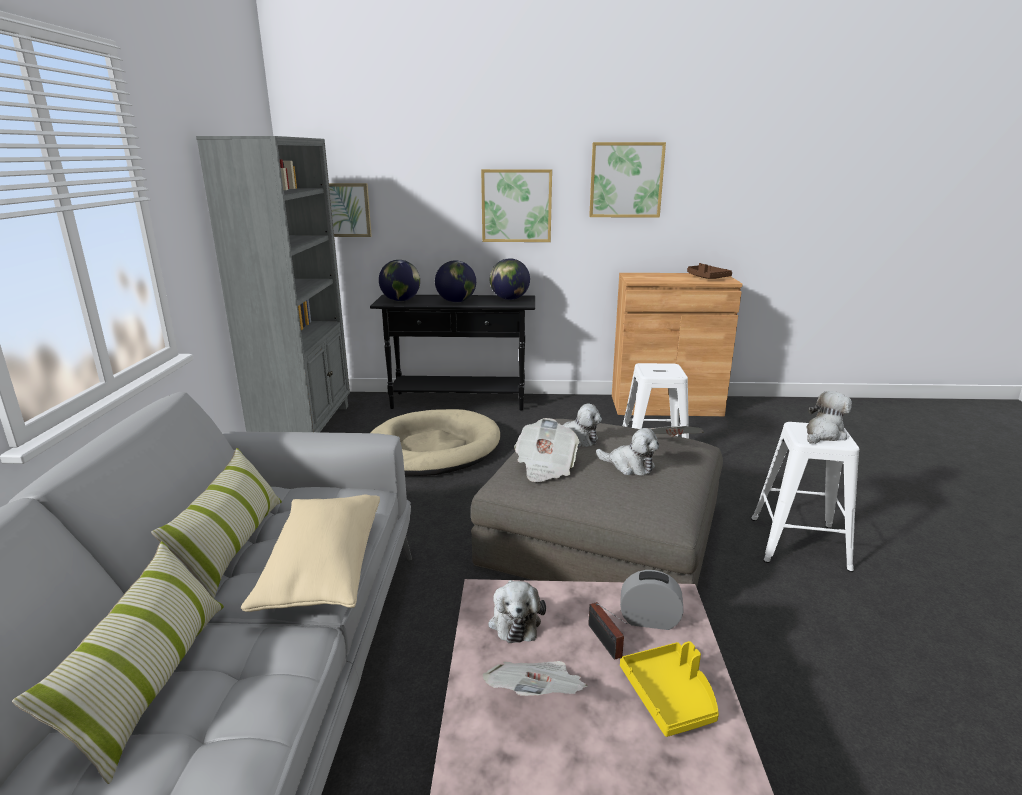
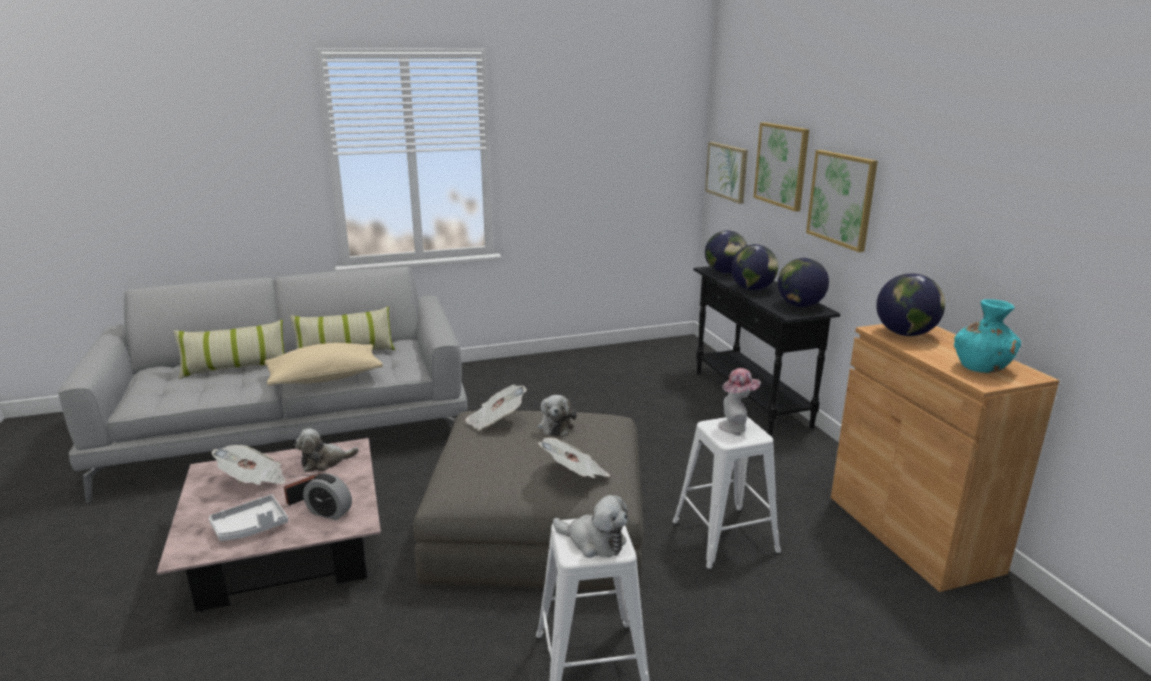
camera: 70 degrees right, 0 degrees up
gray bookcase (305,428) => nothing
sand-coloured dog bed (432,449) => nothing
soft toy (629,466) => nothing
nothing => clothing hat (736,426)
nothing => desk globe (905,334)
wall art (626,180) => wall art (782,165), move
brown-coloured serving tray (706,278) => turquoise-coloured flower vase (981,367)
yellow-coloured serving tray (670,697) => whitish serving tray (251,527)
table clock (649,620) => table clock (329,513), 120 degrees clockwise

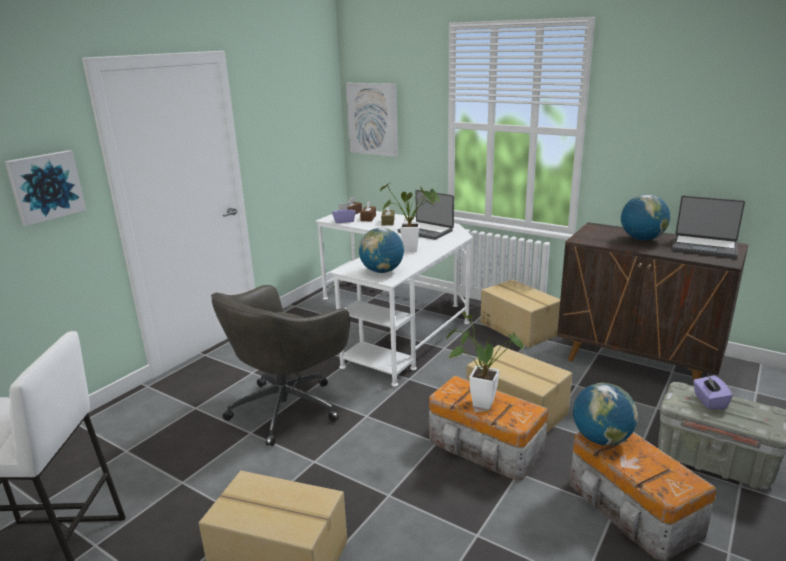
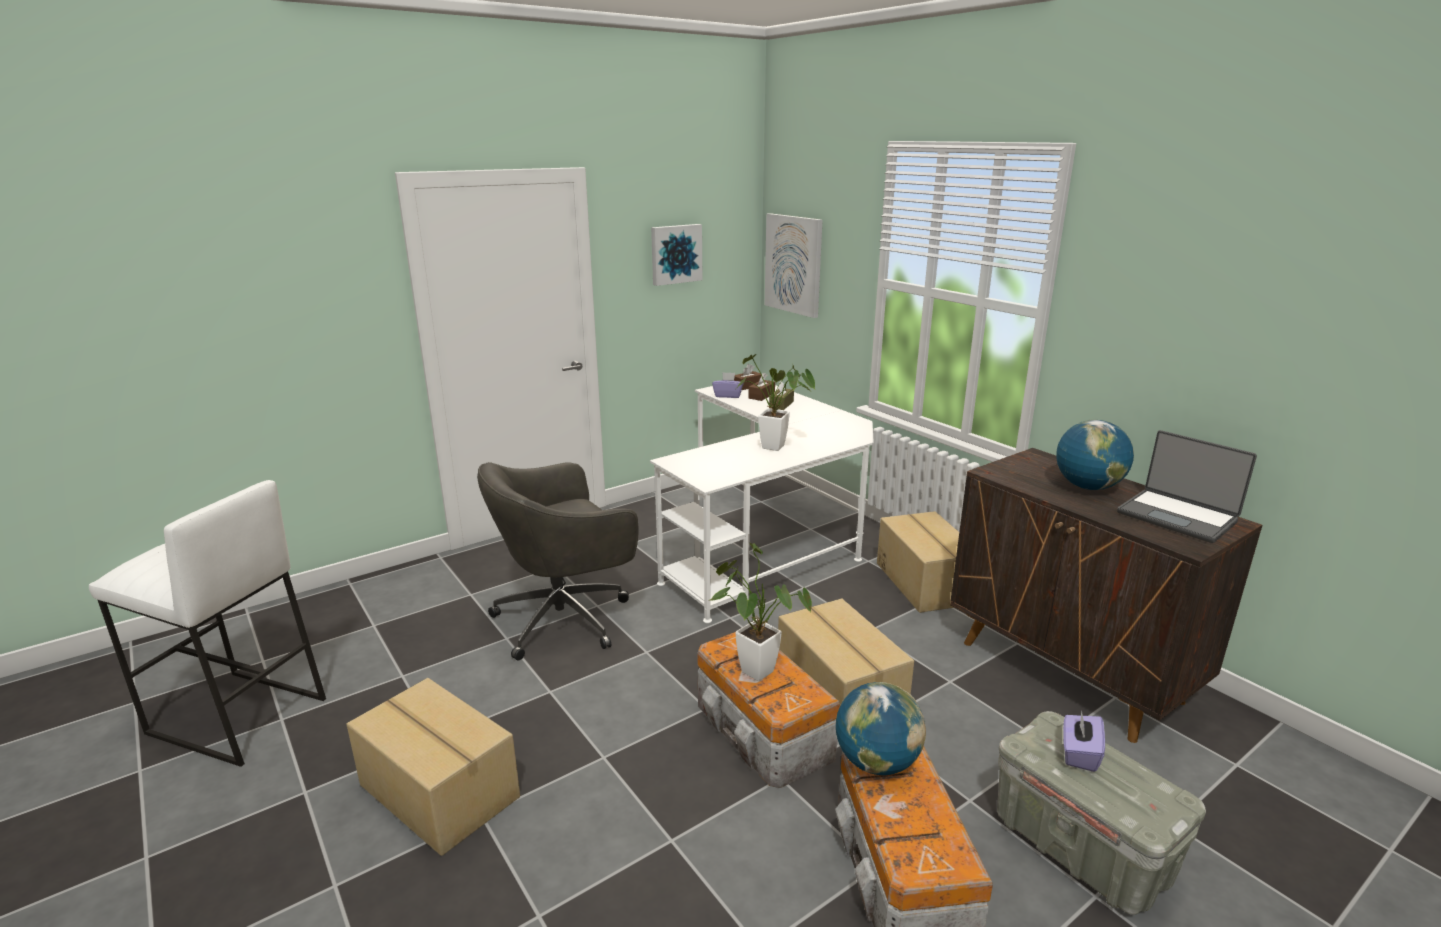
camera: 20 degrees right, 0 degrees up
desk globe (382,271) => nothing
portable computer (426,231) => nothing
wall art (45,186) => wall art (675,254), move

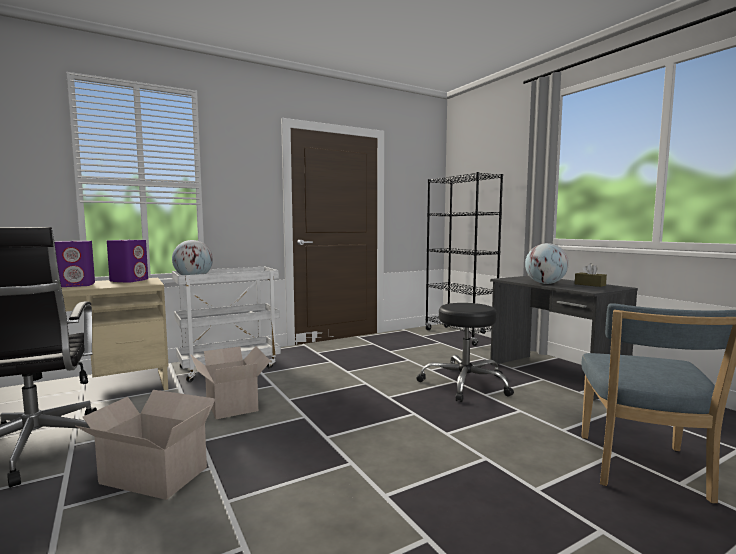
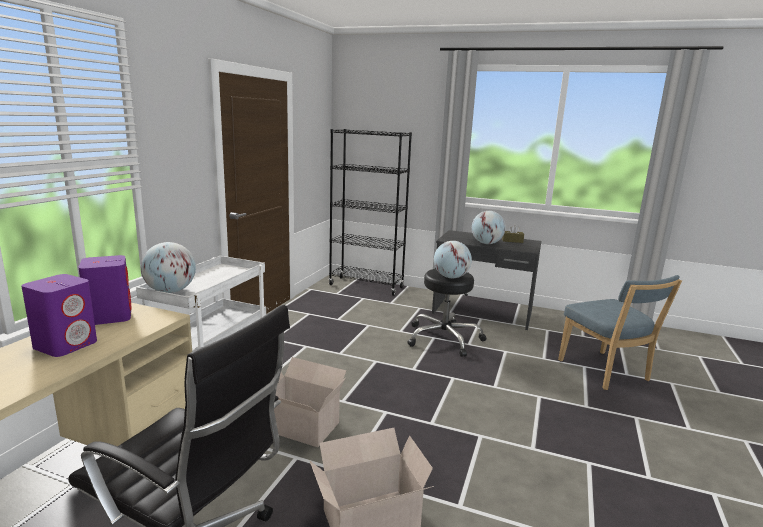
camera: 40 degrees left, 10 degrees up
nothing => desk globe (451,277)

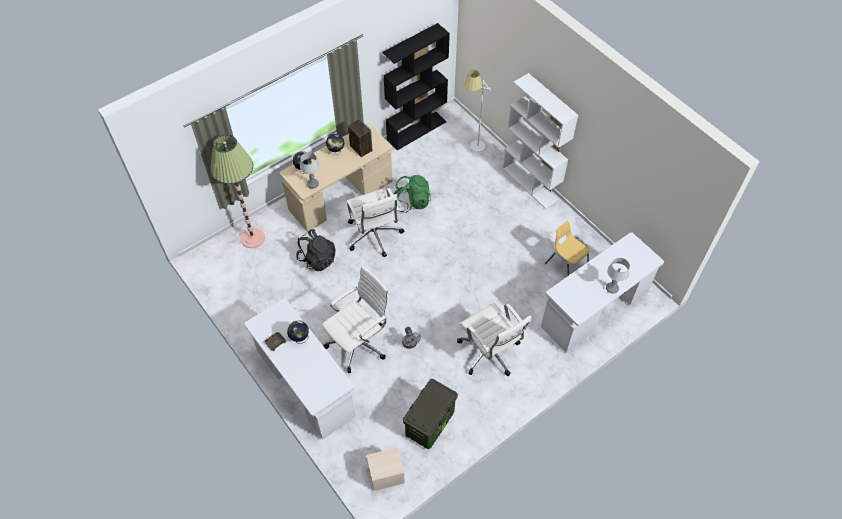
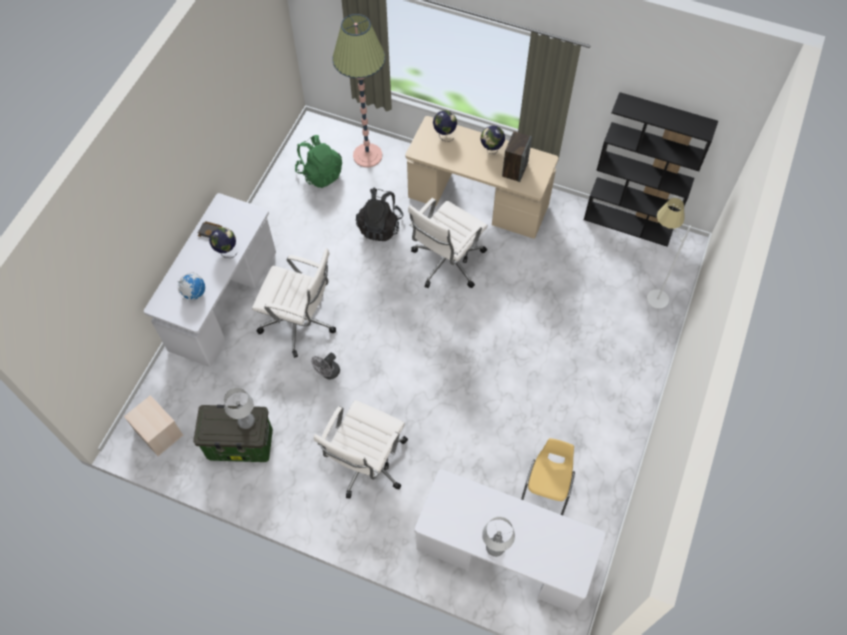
camera: 60 degrees right, 5 degrees up
whitish bookcase (530,184) => nothing
nothing => desk globe (194,293)
lamp for a table (313,184) => lamp for a table (246,421), move
greenish backpack (412,202) => greenish backpack (320,173), move

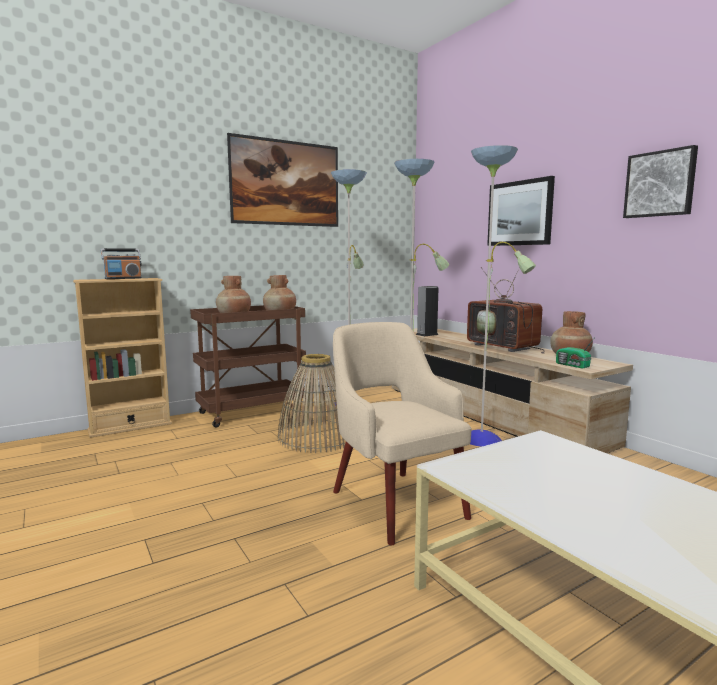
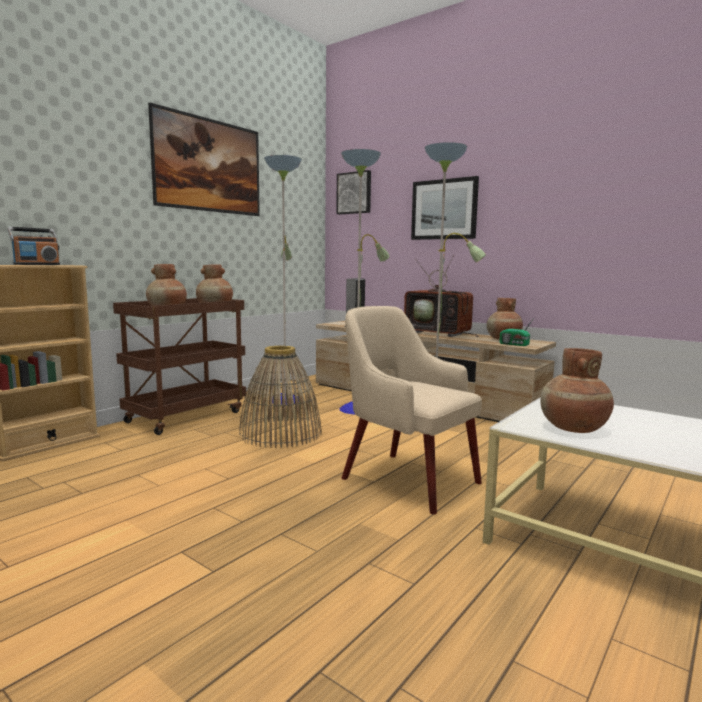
camera: 20 degrees left, 0 degrees up
nothing => brown-coloured flower vase (573,428)
wall art (660,184) => wall art (354,193), move

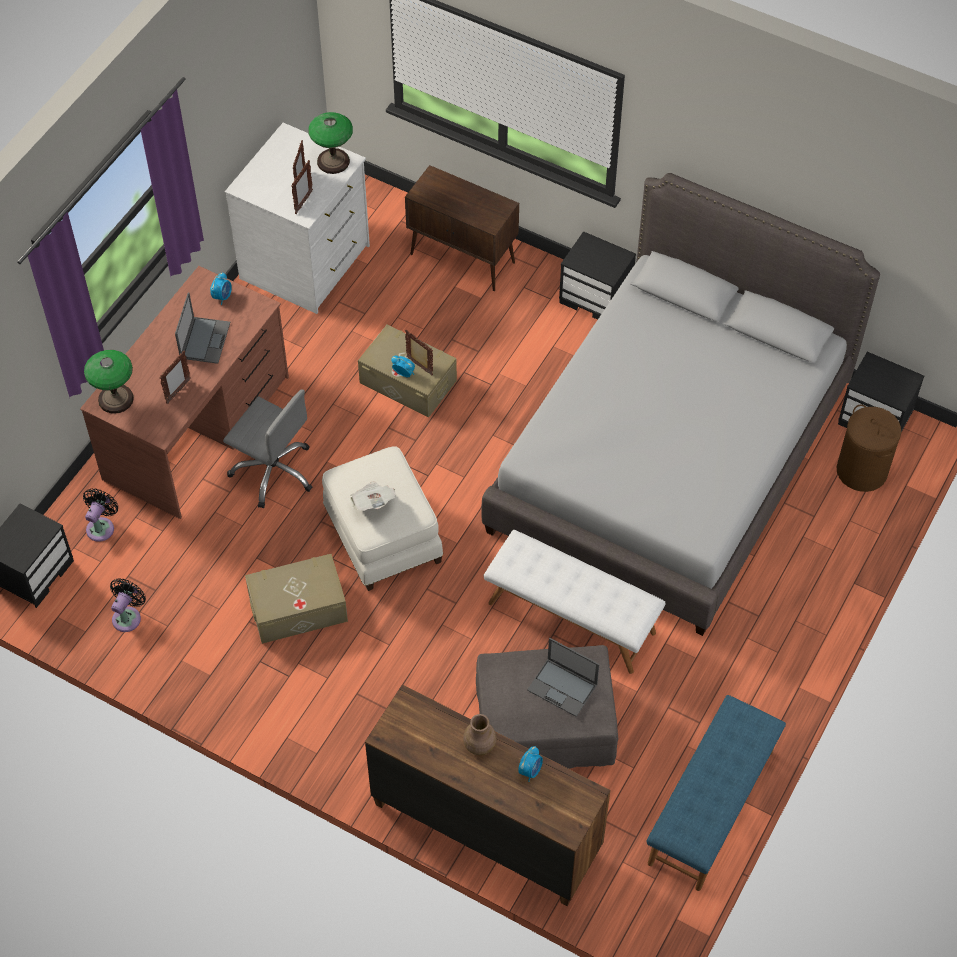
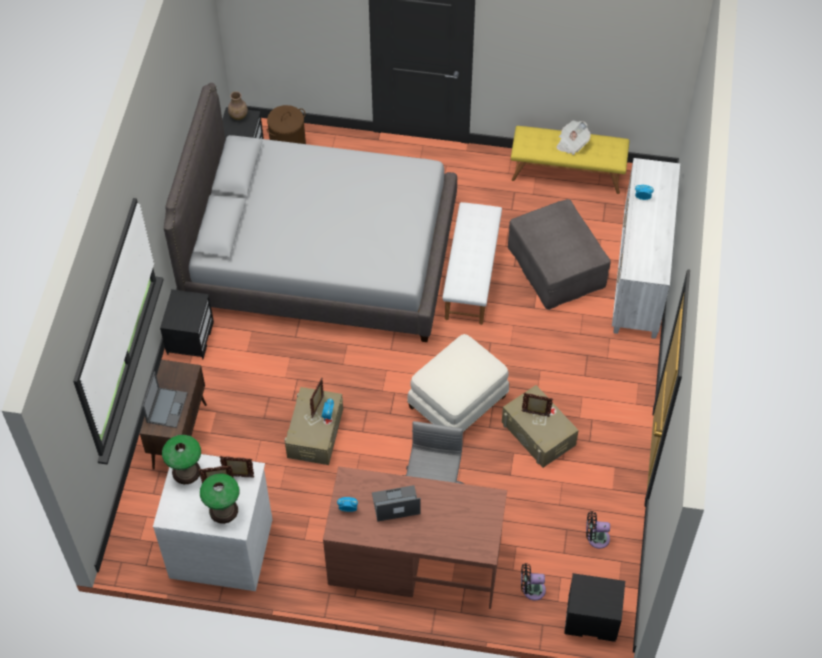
camera: 110 degrees left, 0 degrees up
lamp for a table (116,399) => lamp for a table (223,510), move
standing frame (178,392) => standing frame (536,414), move
newspaper (373,502) => newspaper (571,143), move
brown-coloured flower vase (479,746) => brown-coloured flower vase (239,116), move
portable computer (563,687) => portable computer (167,407), move
brown-coloured dresser (485,827) => whitish dresser (639,277)
blue-coloured indoor bench (712,807) => yellow-coloured indoor bench (567,172)

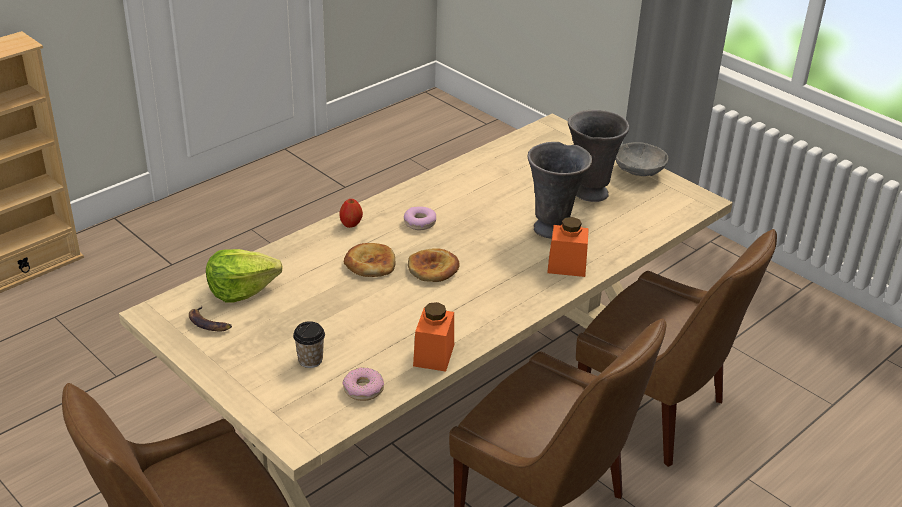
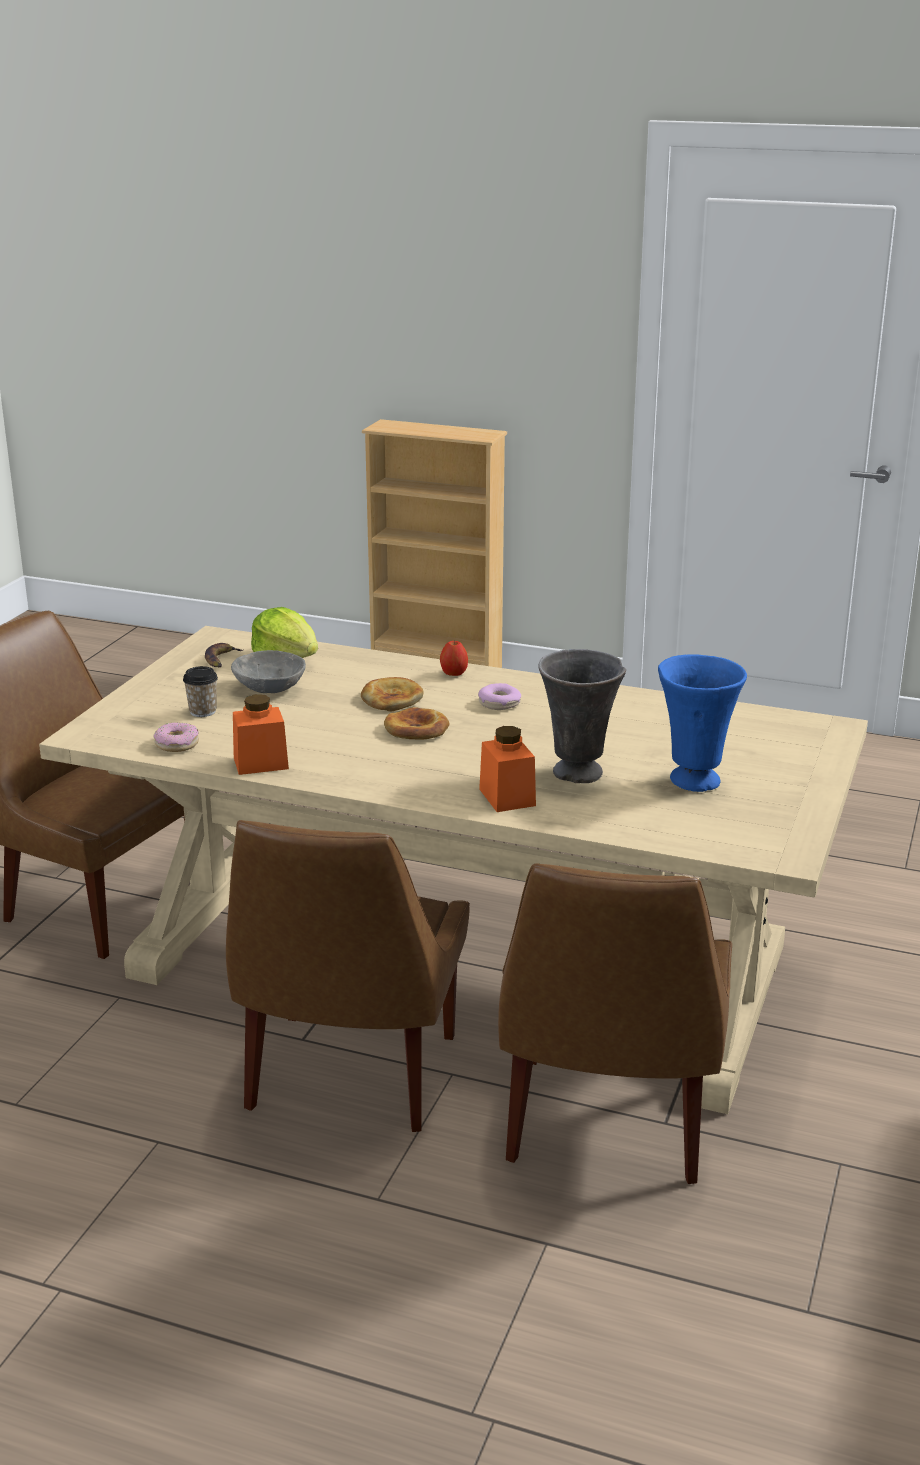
camera: 65 degrees right, 10 degrees down
gray serving bowl (638,173) => gray serving bowl (268,689), move
gray flower vase (589,193) => blue-coloured flower vase (693,780)

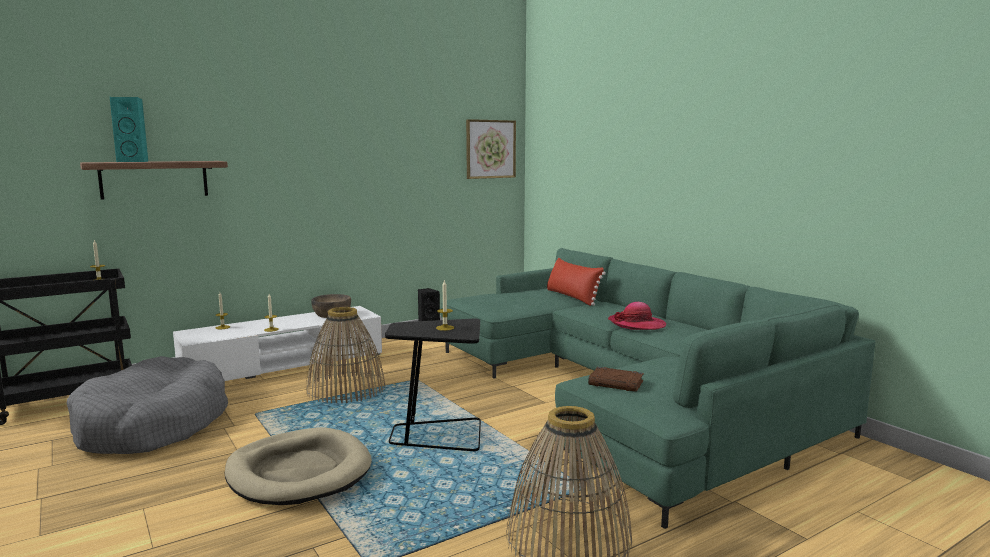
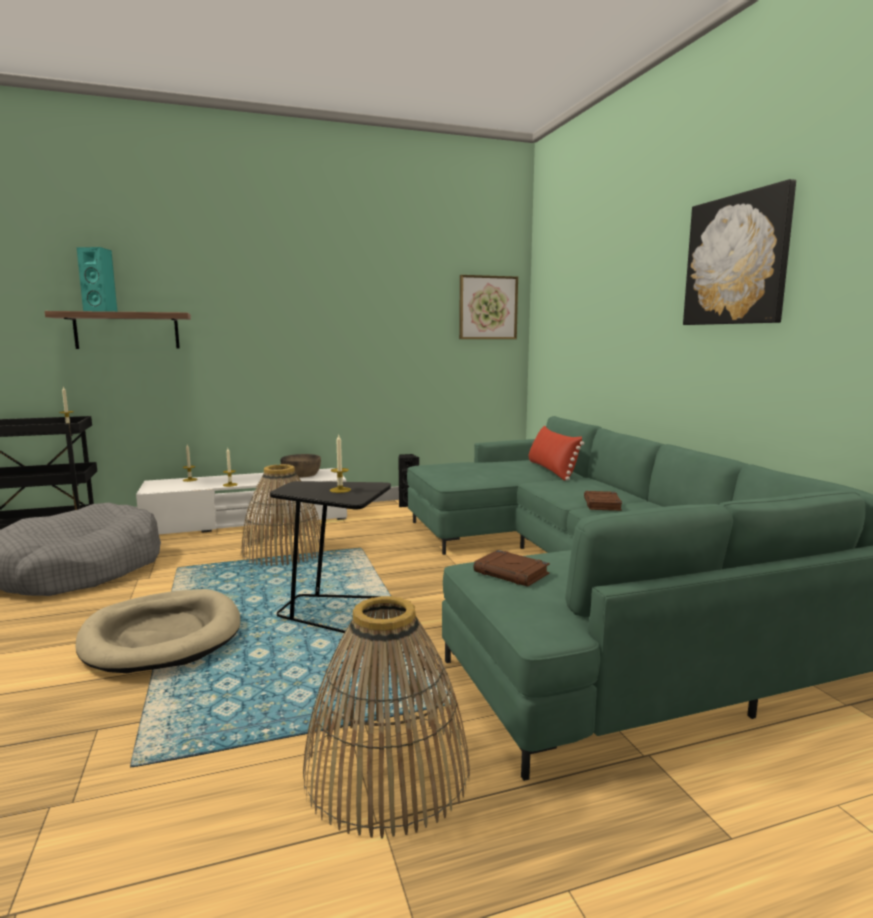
camera: 15 degrees right, 0 degrees up
nothing => wall art (736,260)
clothing hat (637,324) => brown-coloured book (602,504)

